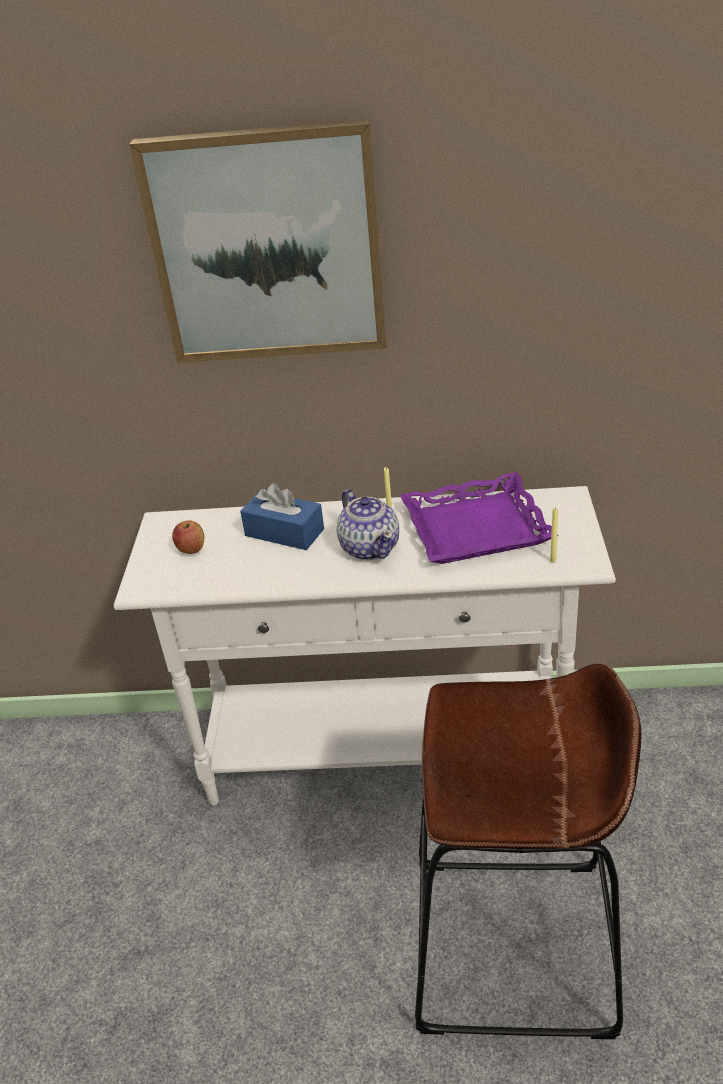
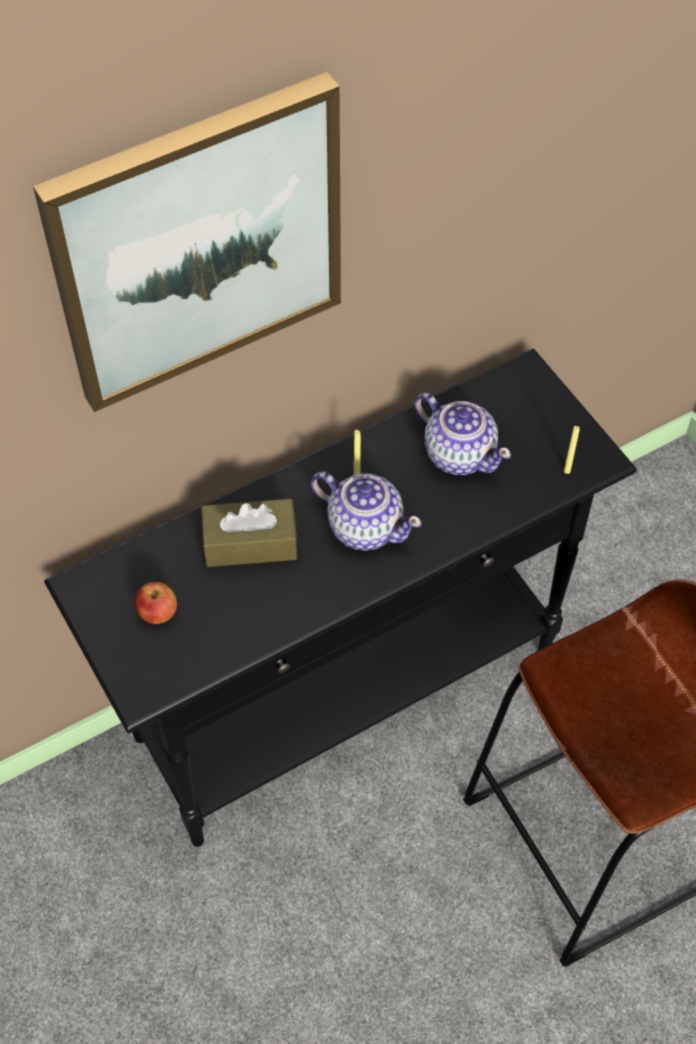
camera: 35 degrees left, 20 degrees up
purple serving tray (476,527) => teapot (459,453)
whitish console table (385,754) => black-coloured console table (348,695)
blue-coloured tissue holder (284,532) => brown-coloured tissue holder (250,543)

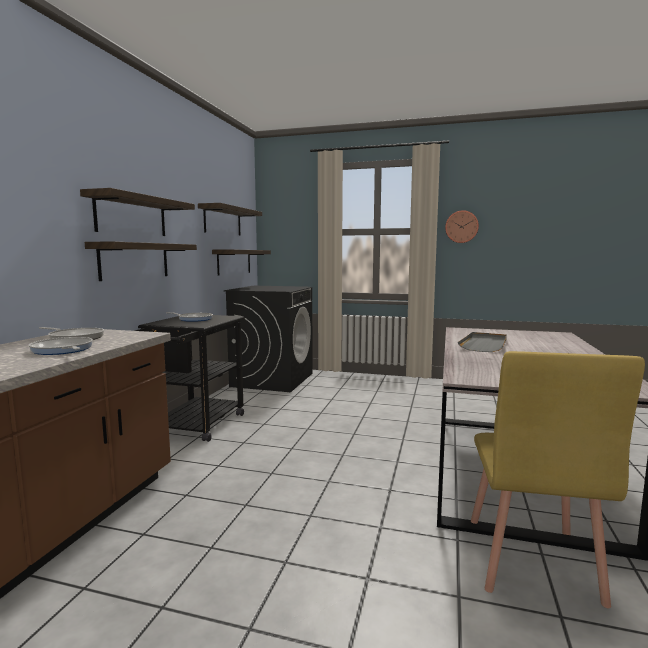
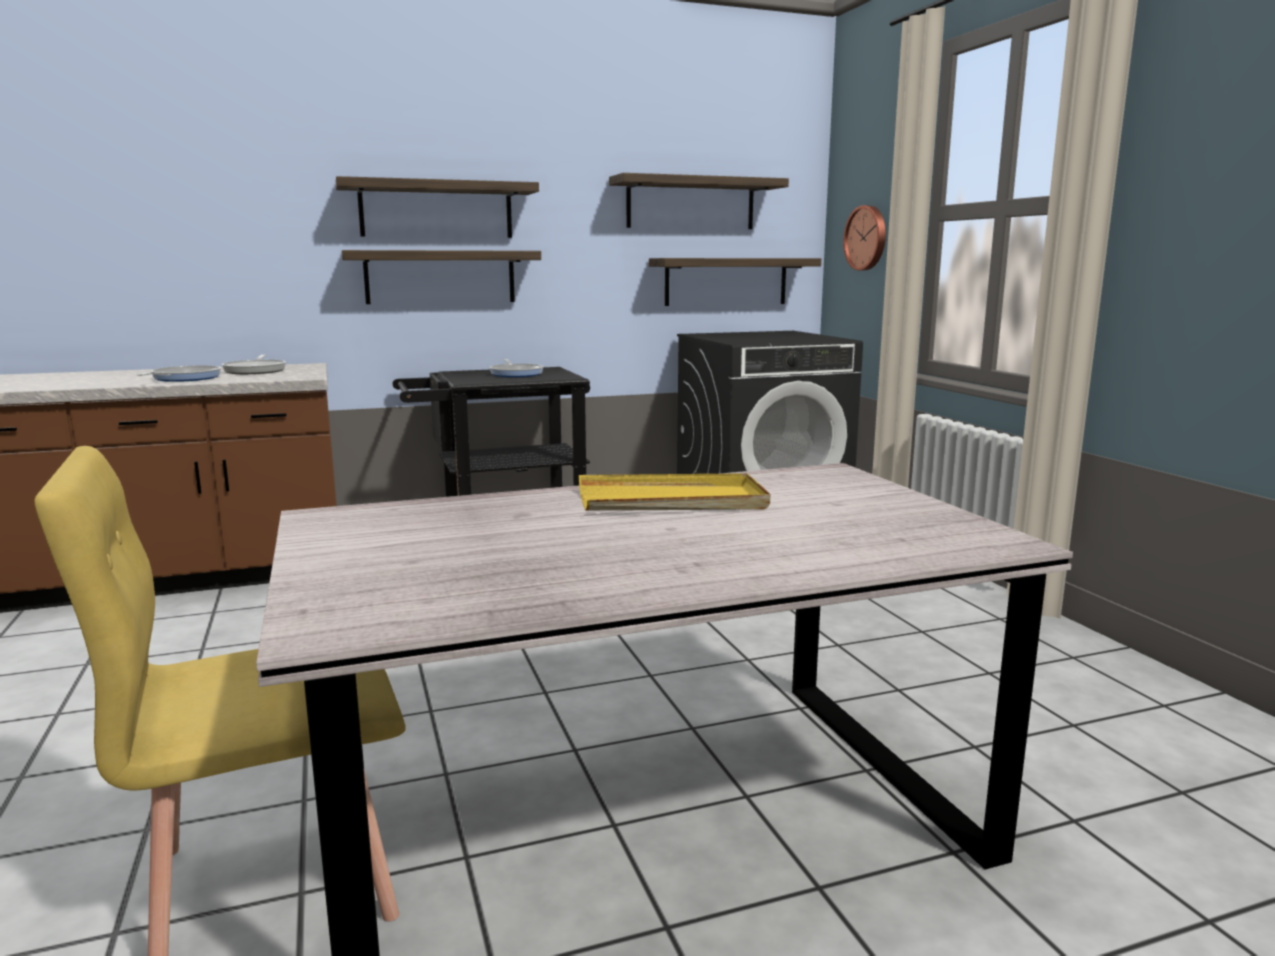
camera: 55 degrees right, 5 degrees up
wall clock (461,227) => wall clock (867,238), move
gray serving tray (484,344) => yellow-coloured serving tray (672,501)

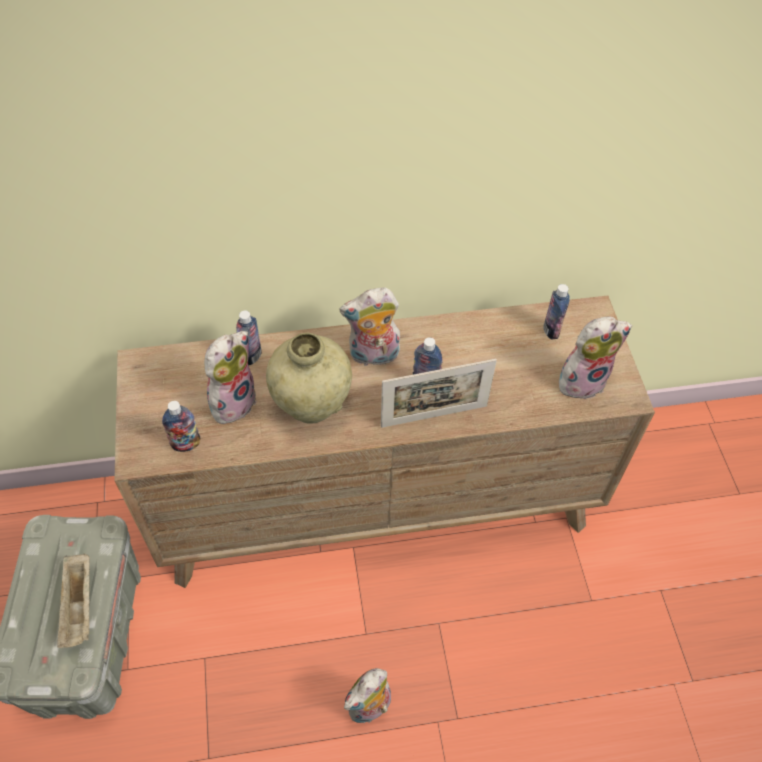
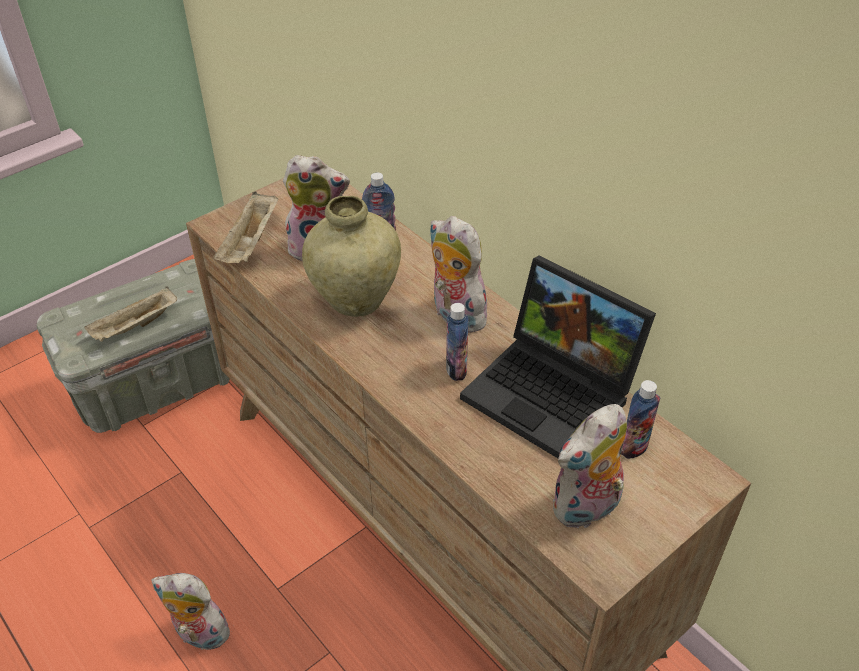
camera: 60 degrees right, 10 degrees down
standing frame (434,416) => nothing
nothing => portable computer (555,393)
drink bottle (186,444) => sand-coloured serving tray (251,243)
soft toy (582,380) => soft toy (586,509), 105 degrees clockwise

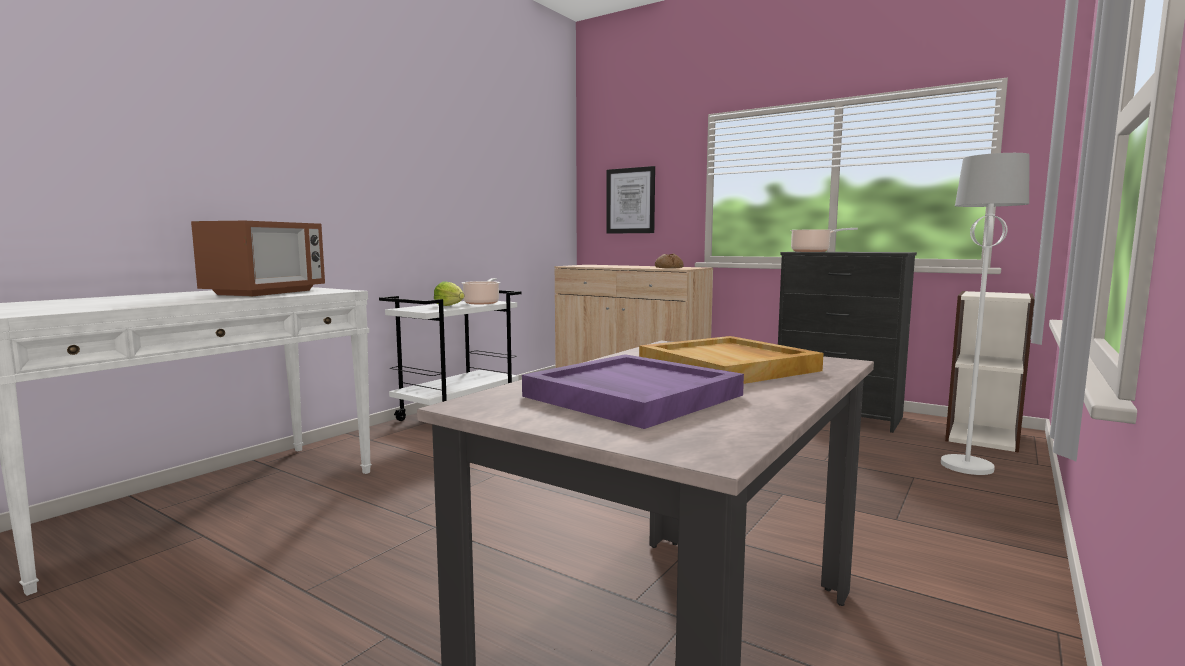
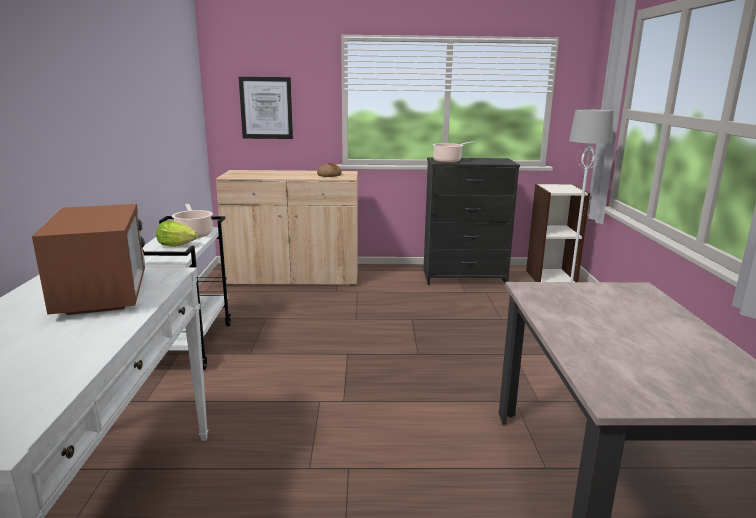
camera: 35 degrees left, 10 degrees up
purple serving tray (630,396) => nothing
sand-coloured serving tray (729,366) => nothing

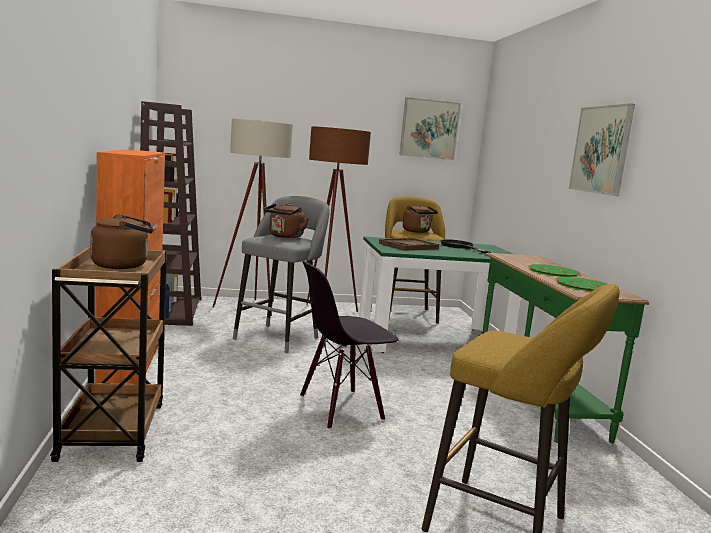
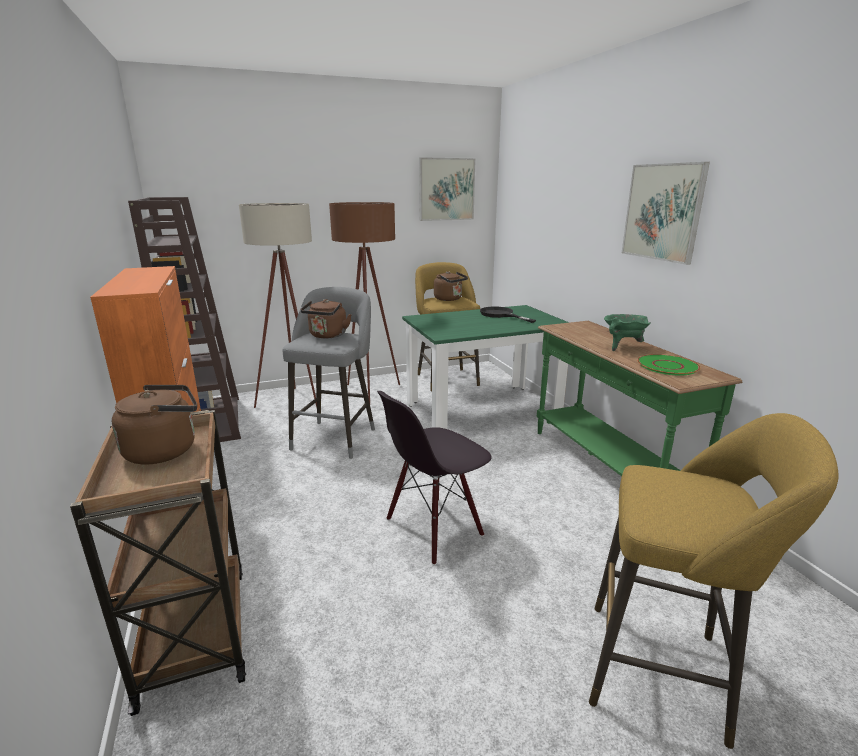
camera: 10 degrees left, 10 degrees up
brown-coloured serving tray (408,246) => nothing
greenish flat dish (553,272) => greenish saucepot (622,347)

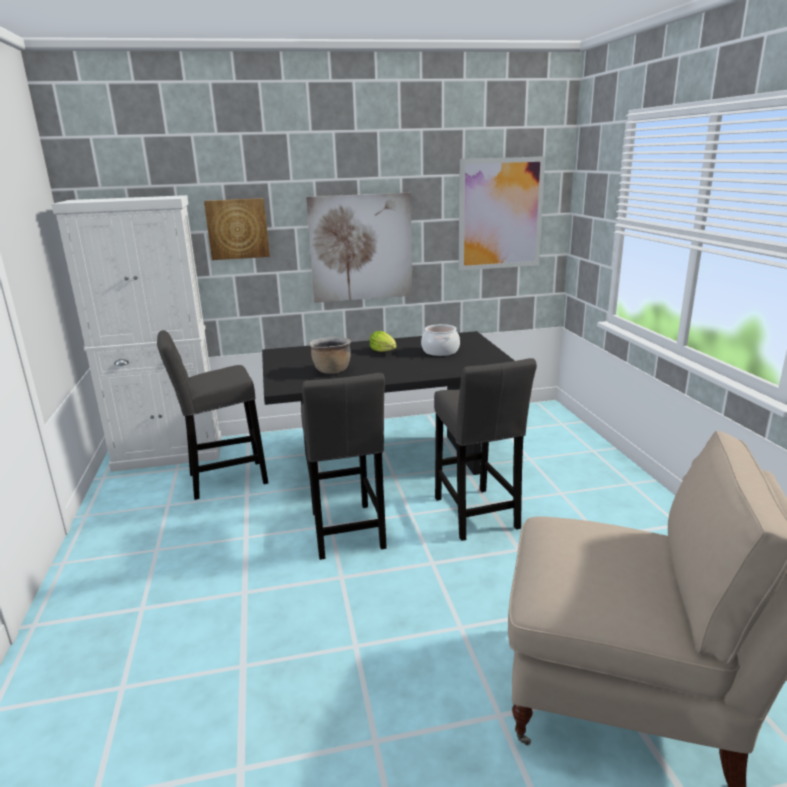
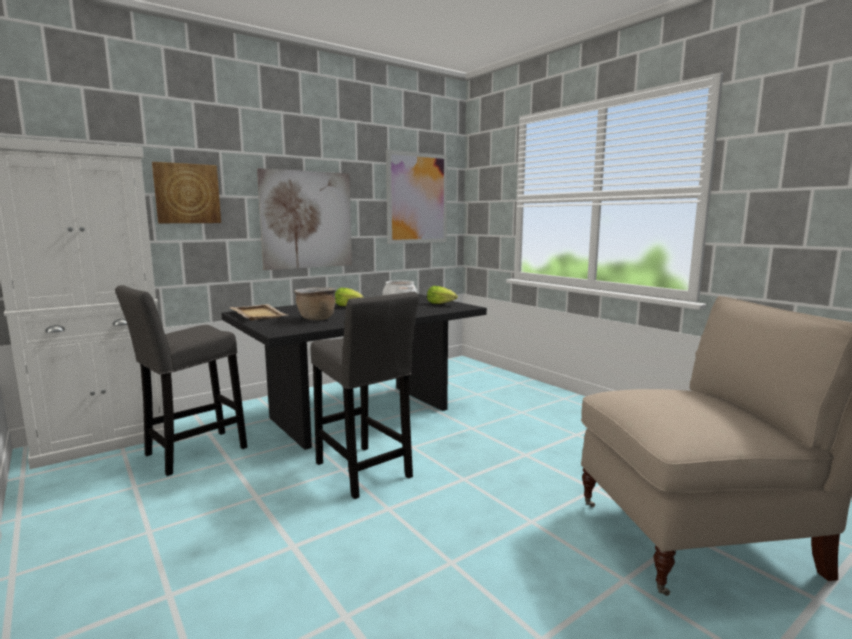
camera: 25 degrees left, 10 degrees down
gray sitting stool (476,516) => nothing
nothing => sand-coloured serving tray (258,314)
nothing => lettuce (441,304)

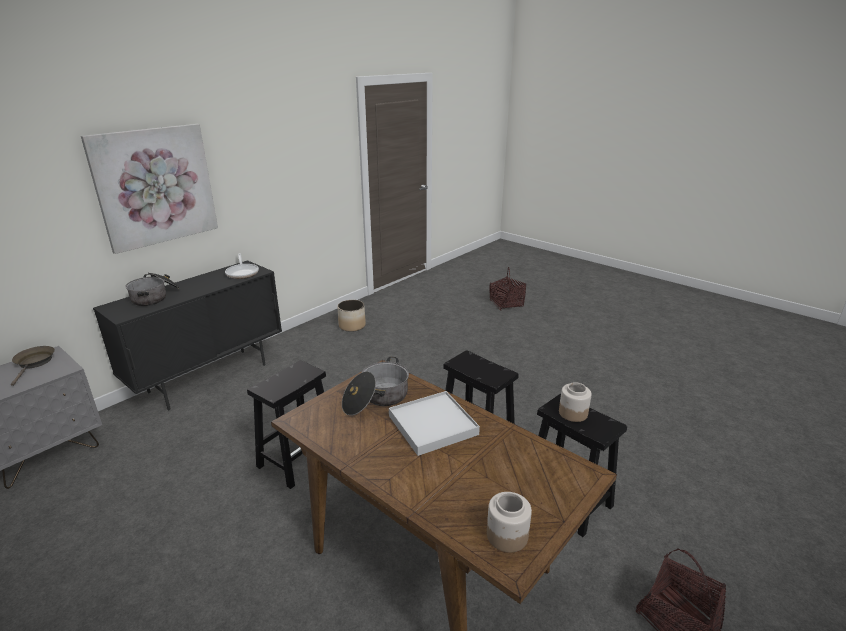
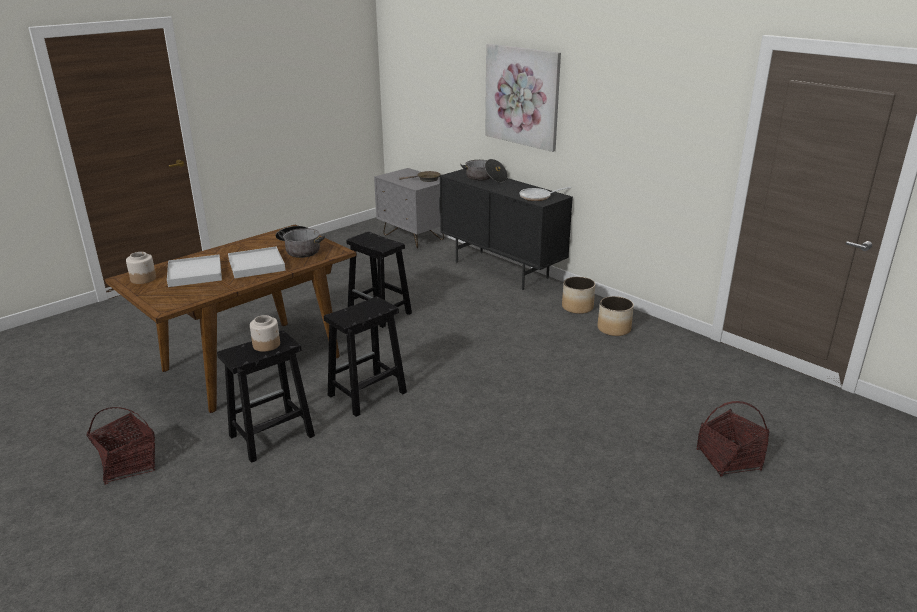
camera: 95 degrees right, 0 degrees up
nothing => whitish serving tray (195,273)
nothing => plant pot (577,307)

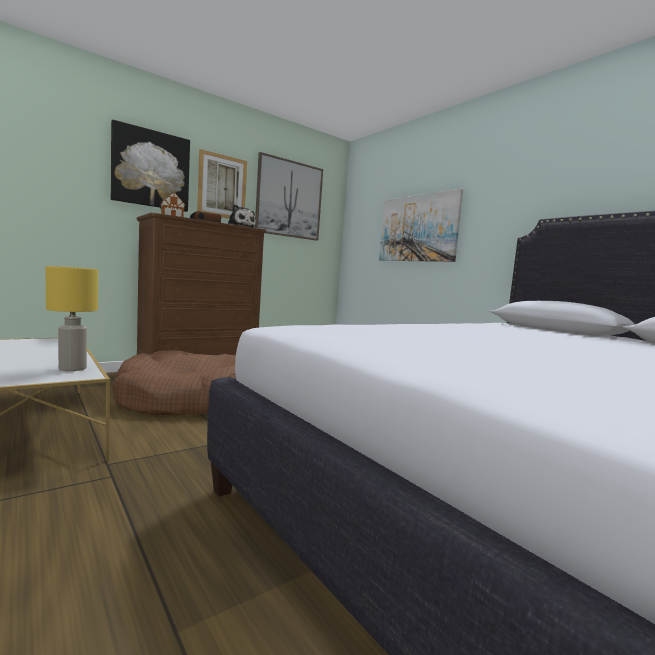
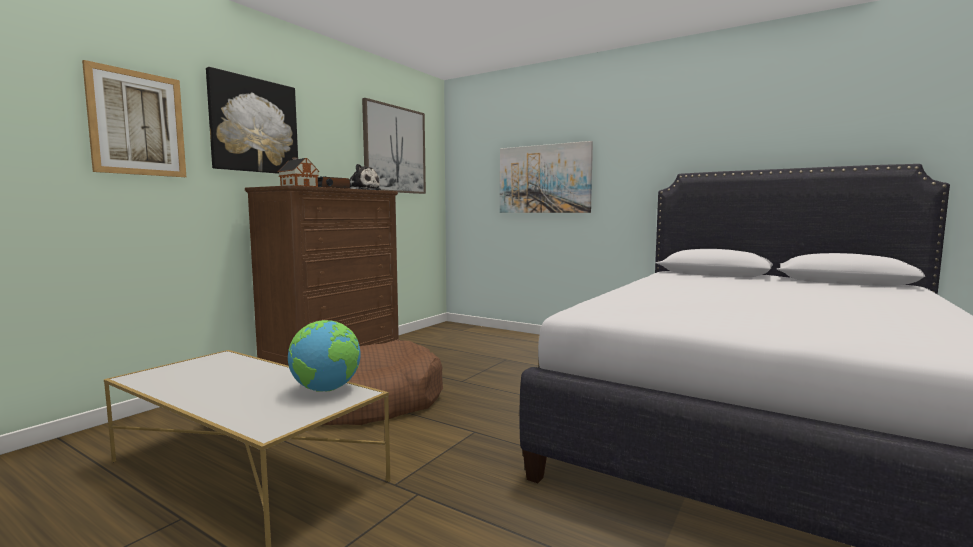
camera: 20 degrees left, 0 degrees up
wall art (222,186) => wall art (137,123), move
yellow-coloured lamp for a table (73,369) => desk globe (326,389)

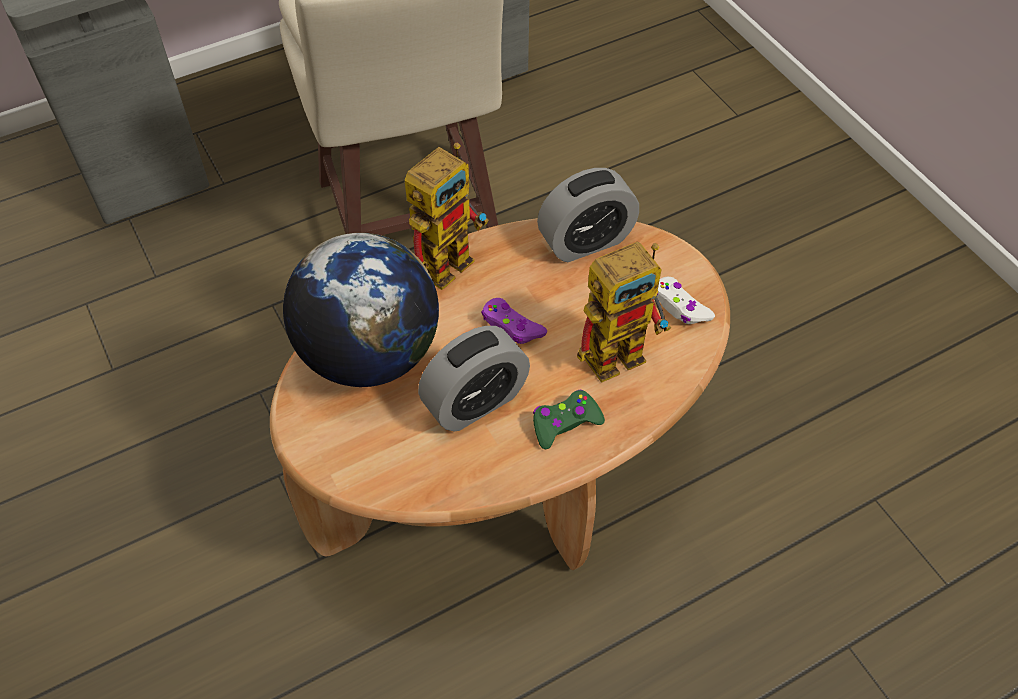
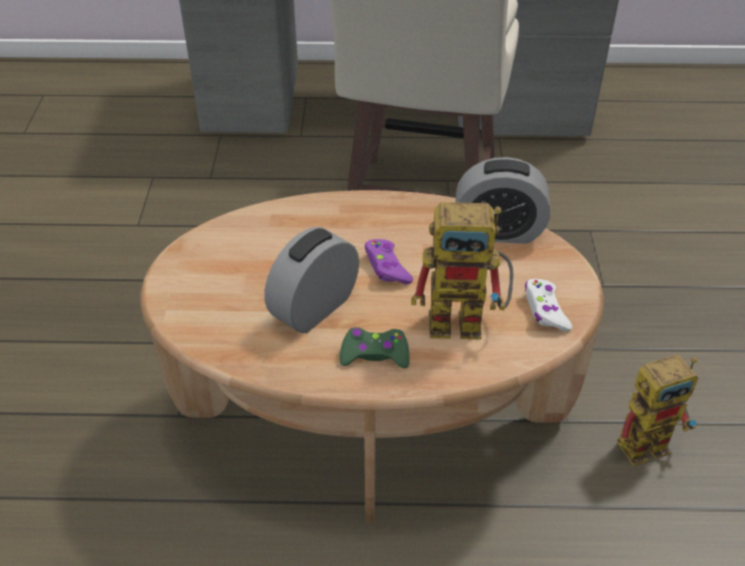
camera: 30 degrees right, 10 degrees down
desk globe (369,354) => nothing
robot figure (449,256) => robot figure (650,440), move
table clock (475,402) => table clock (314,308), 135 degrees clockwise

